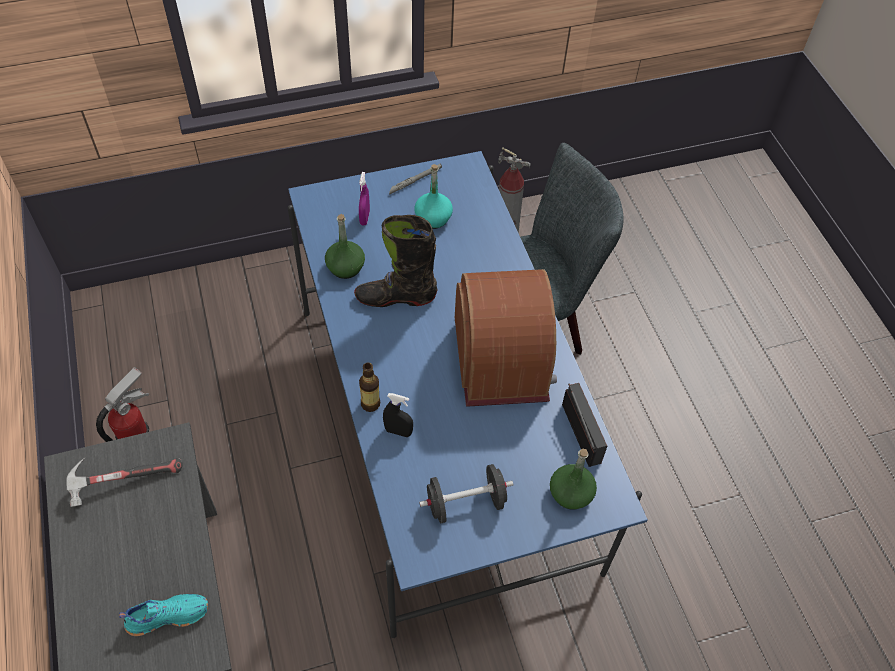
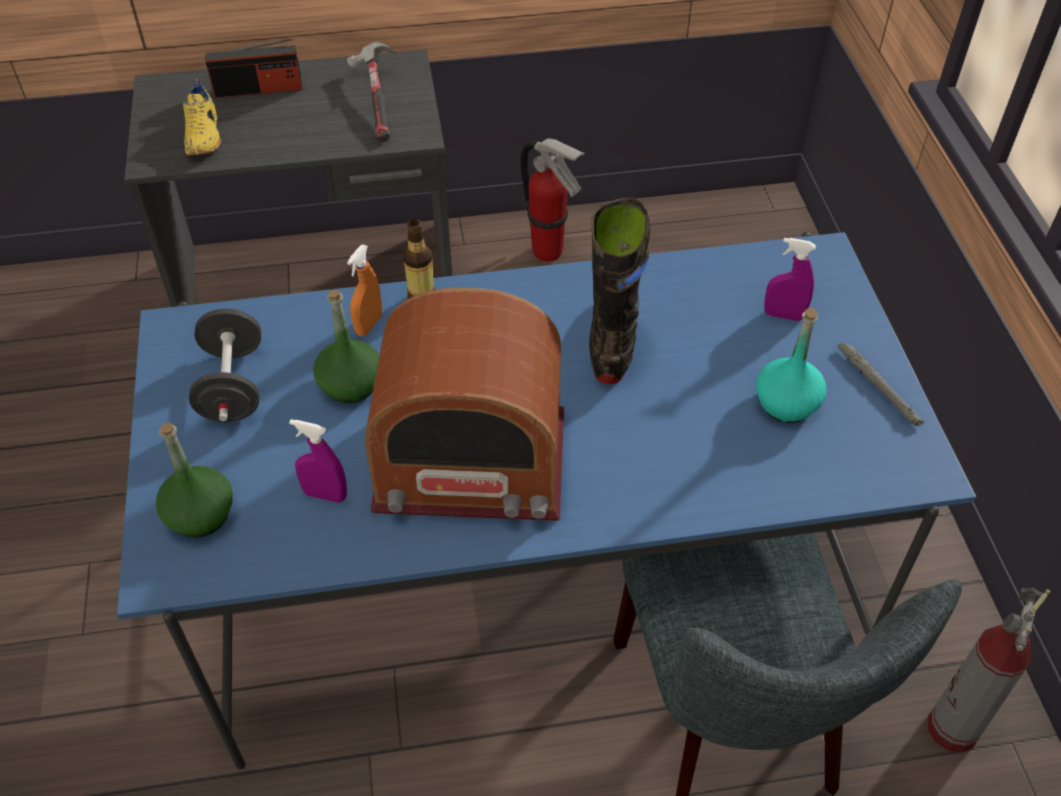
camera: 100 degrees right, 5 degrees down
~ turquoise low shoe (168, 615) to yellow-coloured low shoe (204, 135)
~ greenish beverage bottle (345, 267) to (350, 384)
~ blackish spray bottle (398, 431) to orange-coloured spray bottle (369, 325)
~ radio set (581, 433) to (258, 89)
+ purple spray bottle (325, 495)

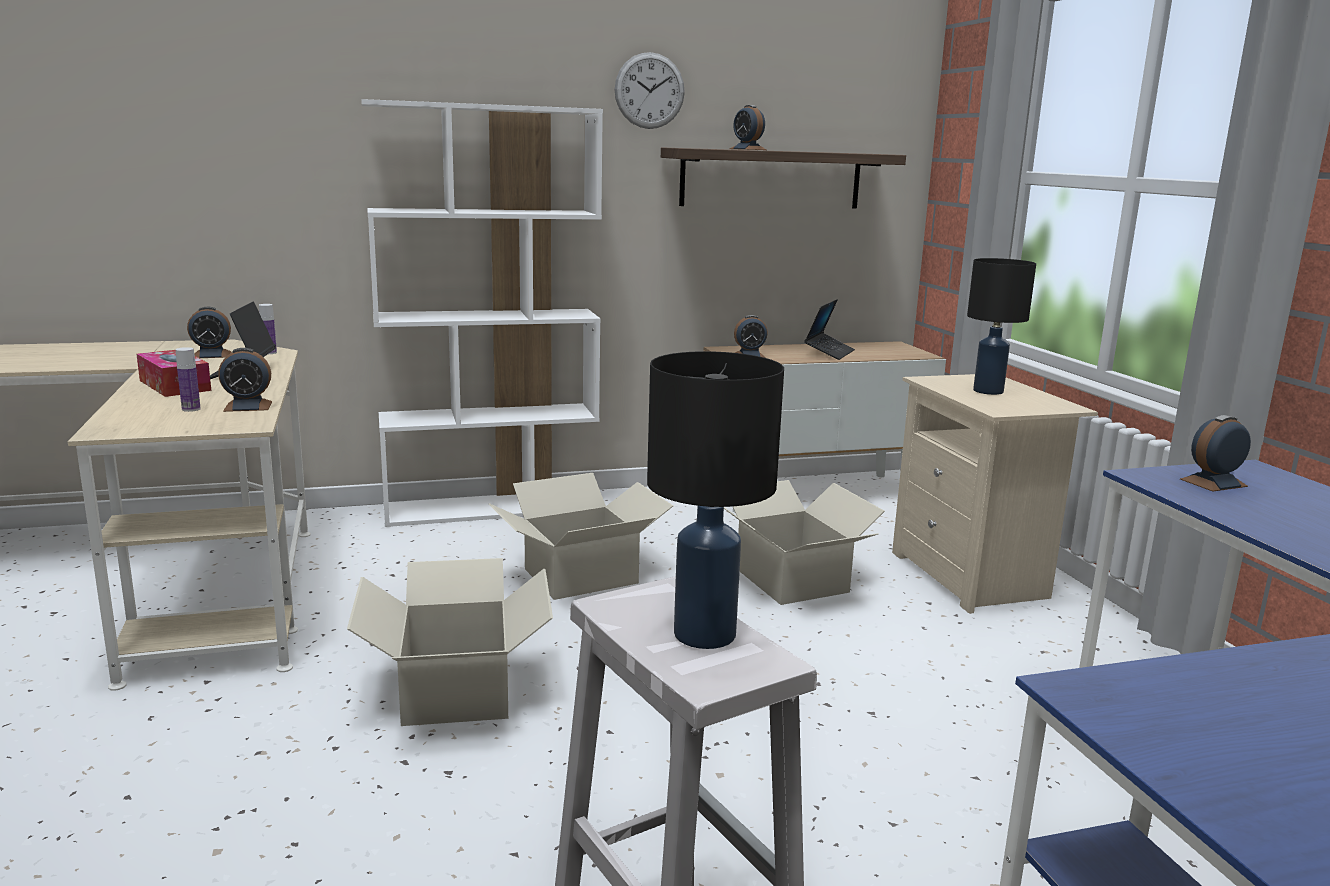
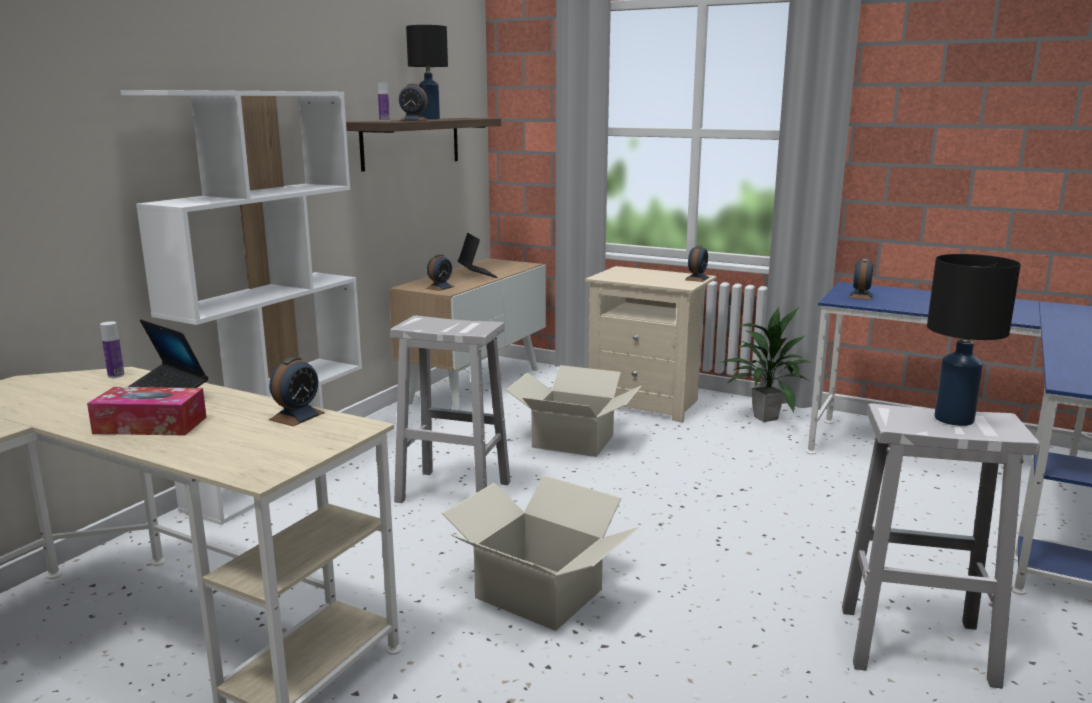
camera: 45 degrees left, 0 degrees up
~ beverage bottle (191, 409) to (384, 121)
~ alarm clock (212, 355) to (697, 278)
~ packing box (580, 575) to white-coloured stool seat (451, 492)
- hanging clock (649, 91)
~ blackish tabletop lamp (987, 391) to (429, 119)
+ houseplant (764, 418)

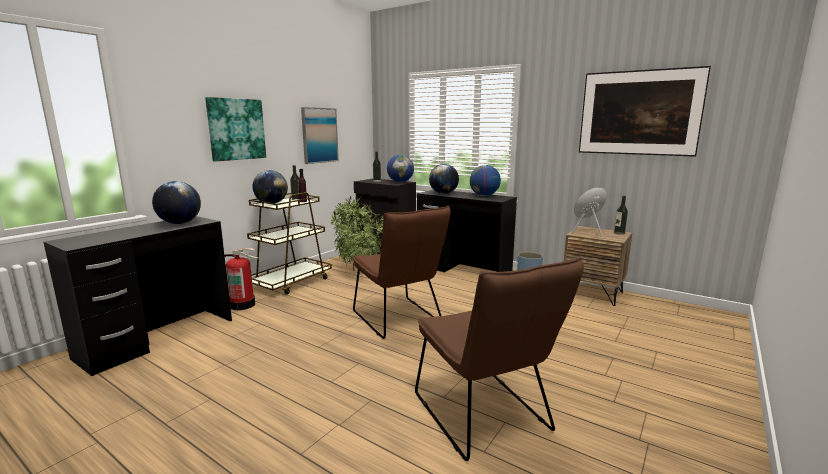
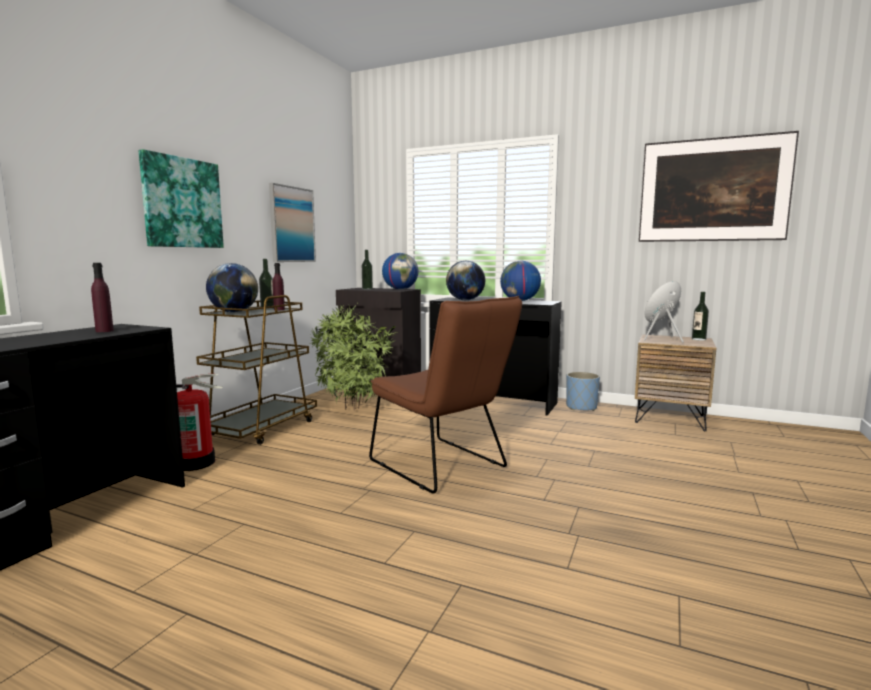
camera: 10 degrees left, 5 degrees down
~ globe (180, 223) to purple beverage bottle (104, 331)
- brown-coloured plain chair (485, 418)

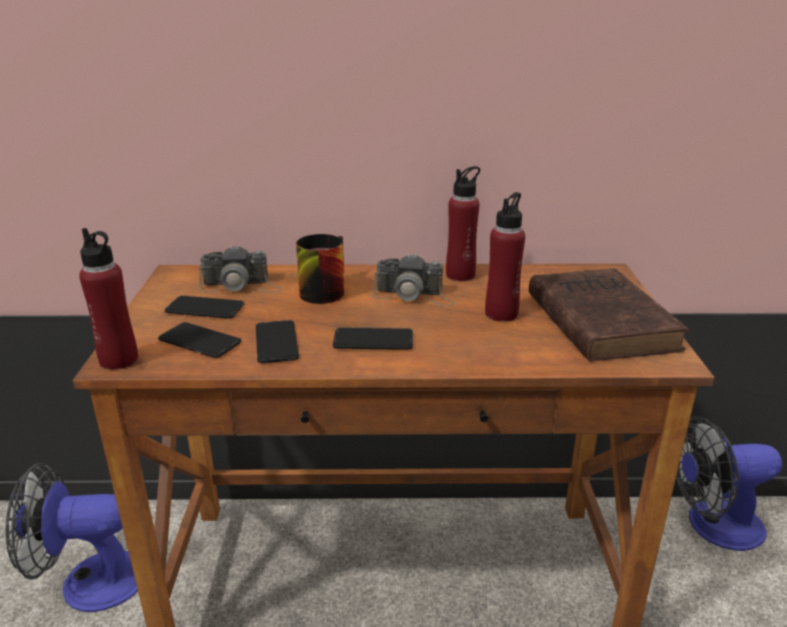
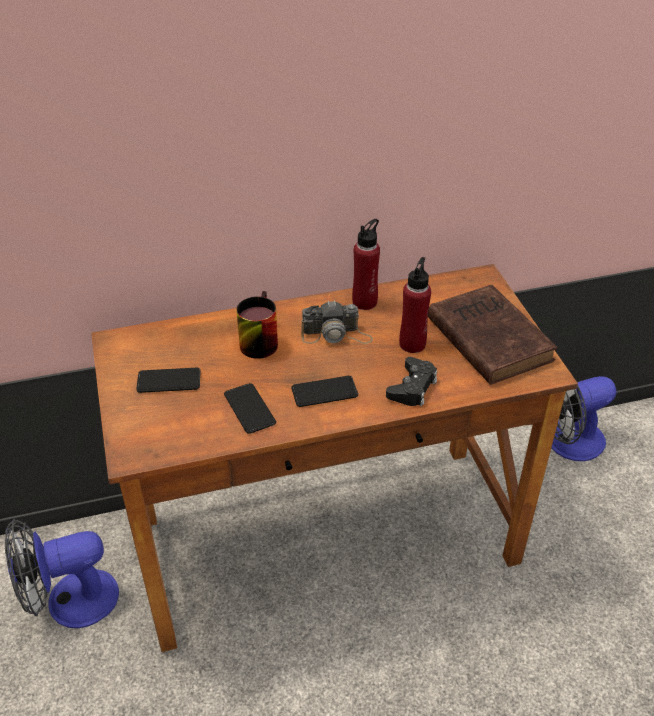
camera: 15 degrees left, 15 degrees up
- reddish beverage bottle (119, 360)
- handset (200, 341)
- still camera (241, 286)
+ blackish game controller (412, 387)

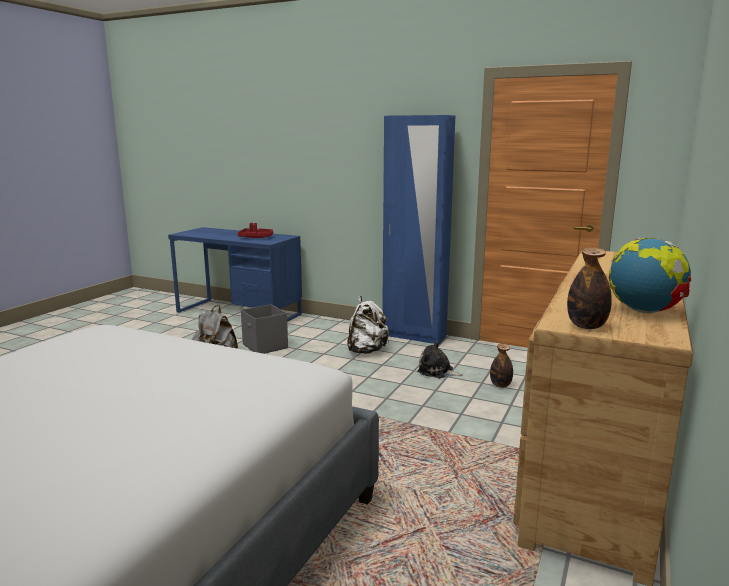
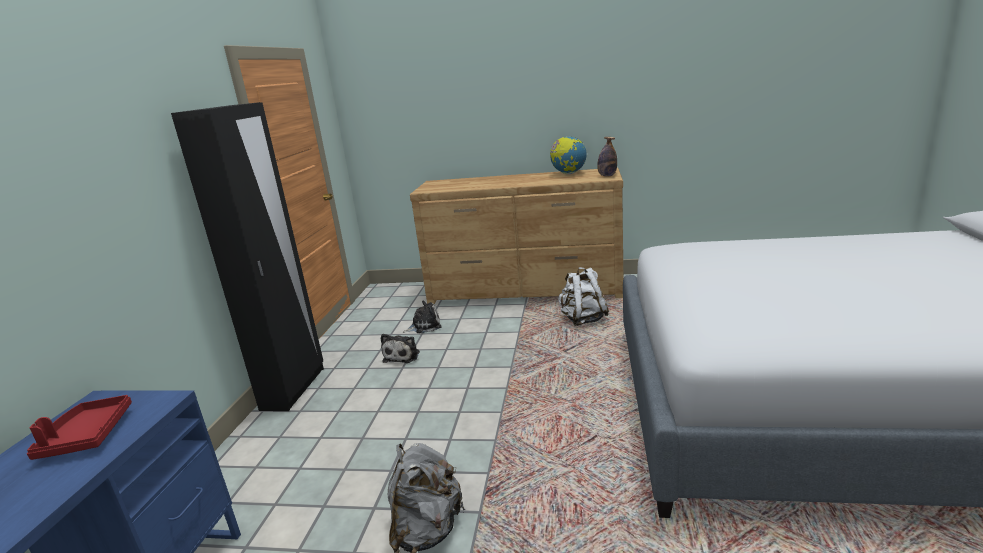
camera: 105 degrees left, 5 degrees up
- grey storage bin (265, 346)
~ white-coloured rucksack (366, 351) to (583, 319)
~ blue wardrobe (414, 336) to blackish wardrobe (294, 388)
~ beverage bottle (500, 385) to cuddly toy (424, 326)

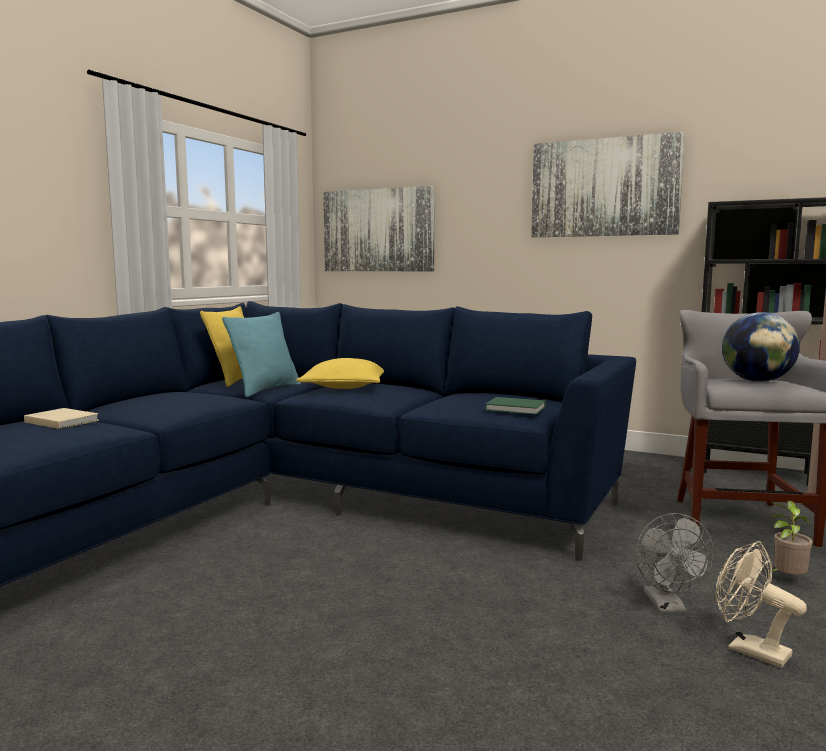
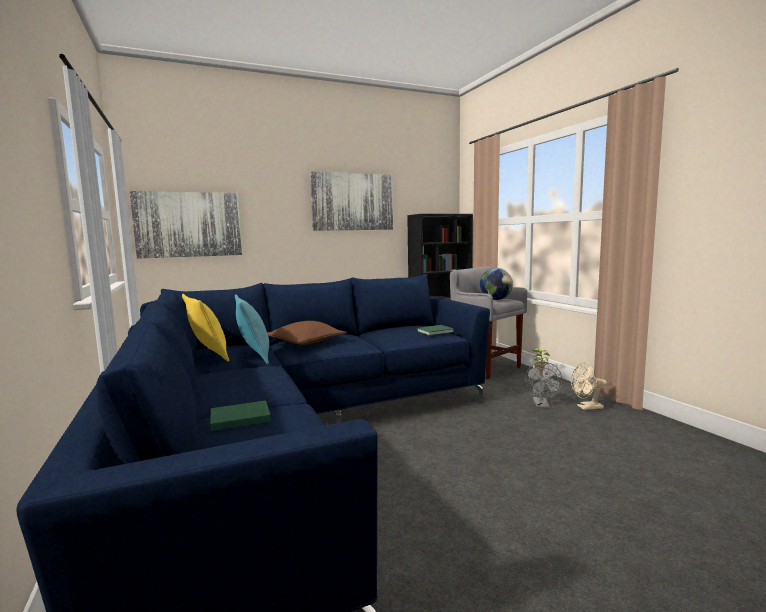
camera: 50 degrees left, 0 degrees up
~ beige volume (61, 421) to greenish volume (238, 418)
~ yellow-coloured throw pillow (345, 387) to brown-coloured throw pillow (305, 342)
~ grey fan (668, 606) = (542, 405) 60 degrees clockwise

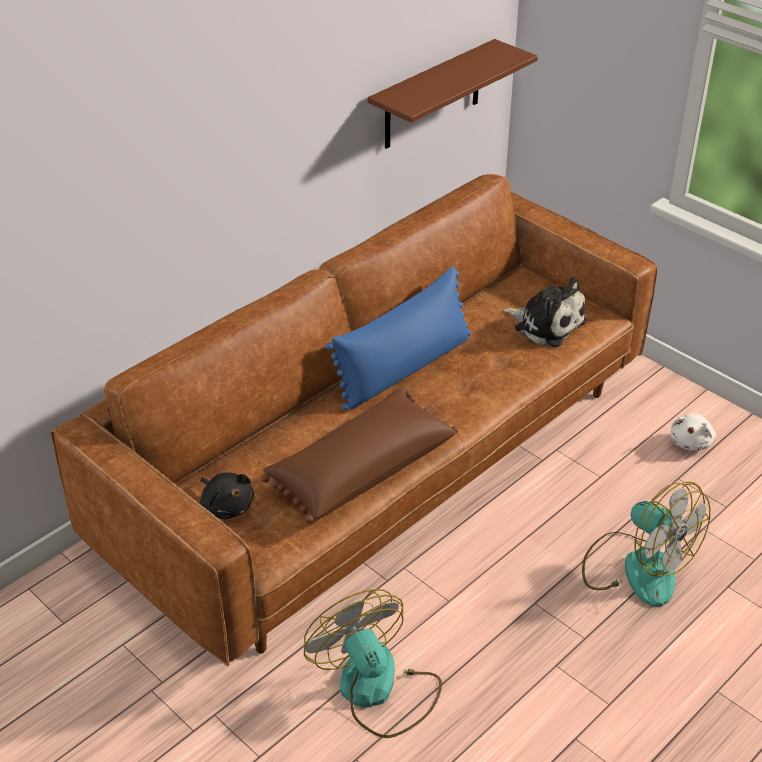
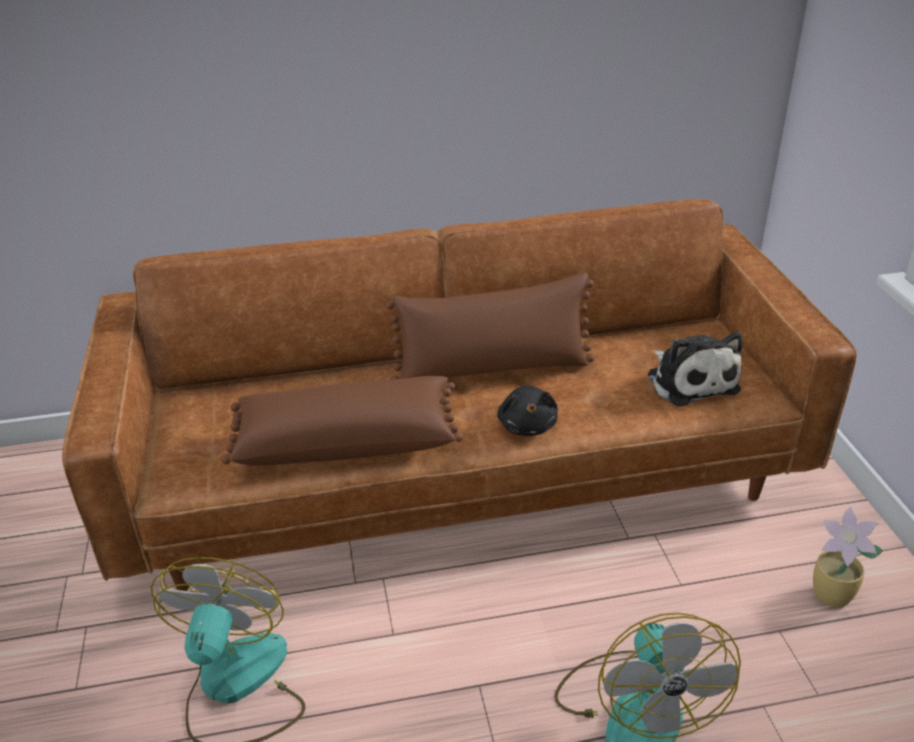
camera: 35 degrees right, 5 degrees down
~ blackish cuddly toy (226, 506) to (527, 425)
~ blue throw pillow (404, 368) to brown-coloured throw pillow (493, 368)
- brown-coloured wall shelf (432, 96)
~ white-coloured cuddly toy (691, 442) to houseplant (832, 597)

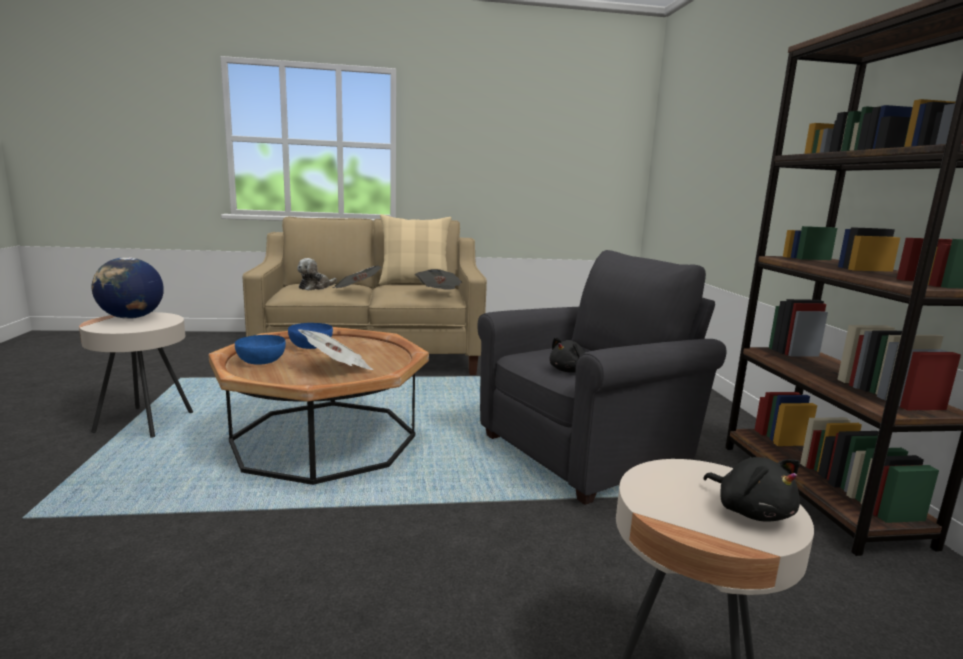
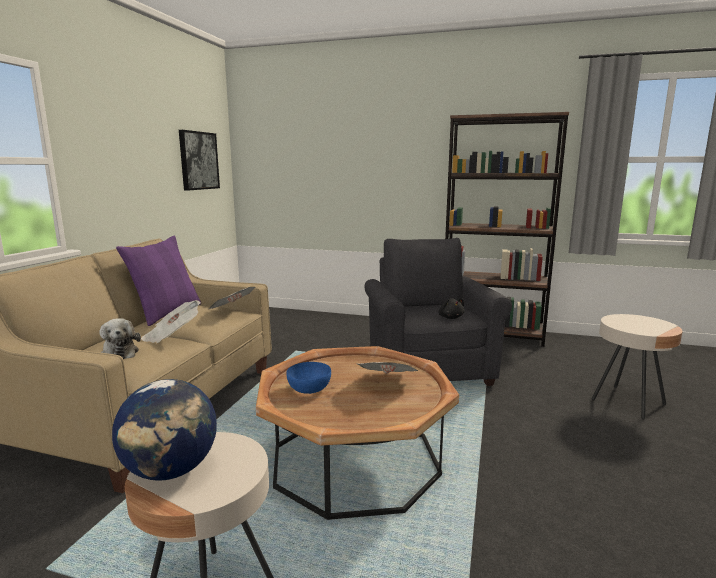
camera: 65 degrees left, 0 degrees up
- blue serving bowl (262, 361)
~ beige throw pillow (415, 283) to purple throw pillow (167, 313)
- blackish cuddly toy (751, 511)
+ wall art (198, 160)

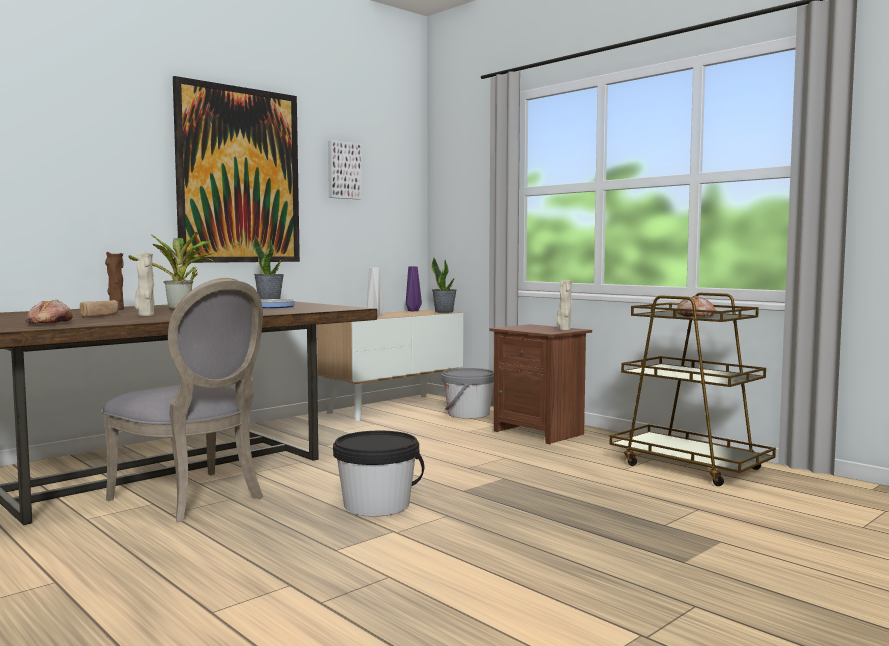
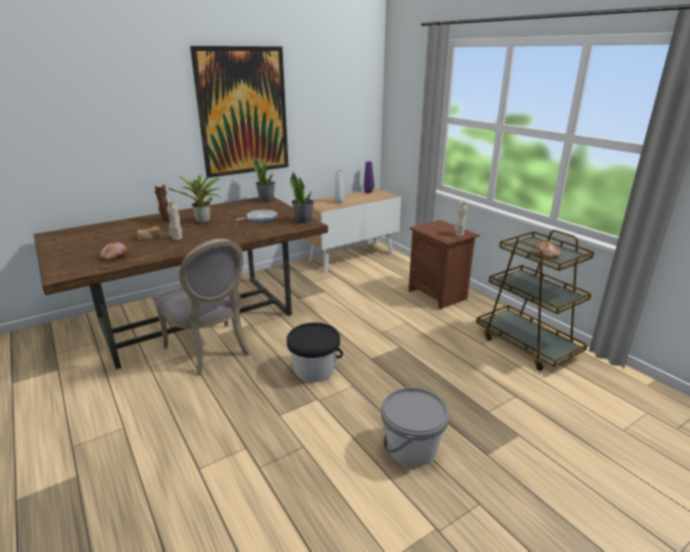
camera: 10 degrees right, 20 degrees up
- wall art (343, 170)
~ houseplant (444, 312) to (303, 220)
~ grey bucket (468, 414) to (411, 447)

